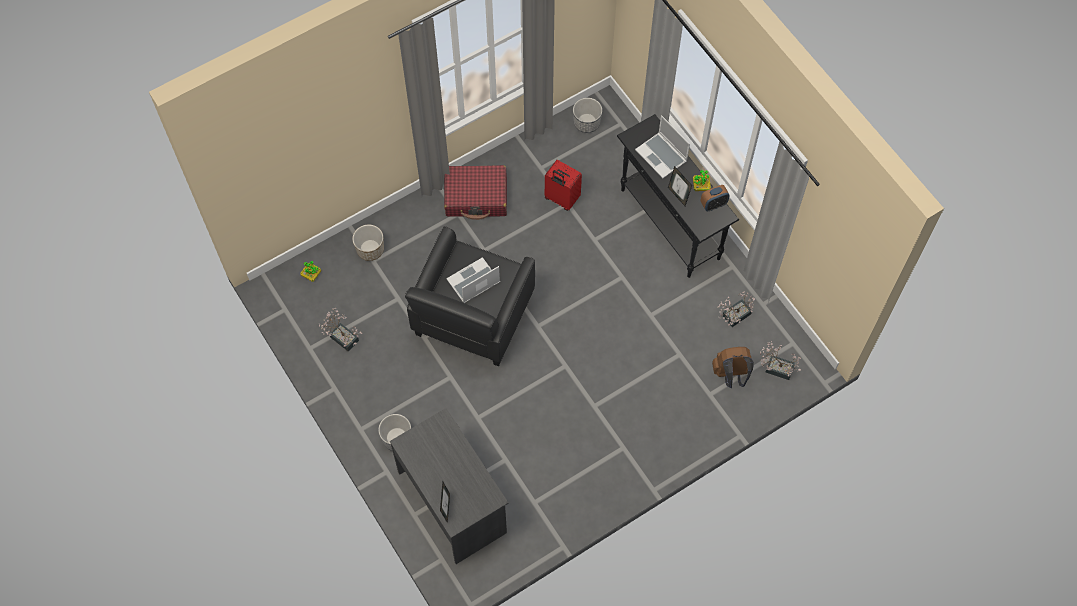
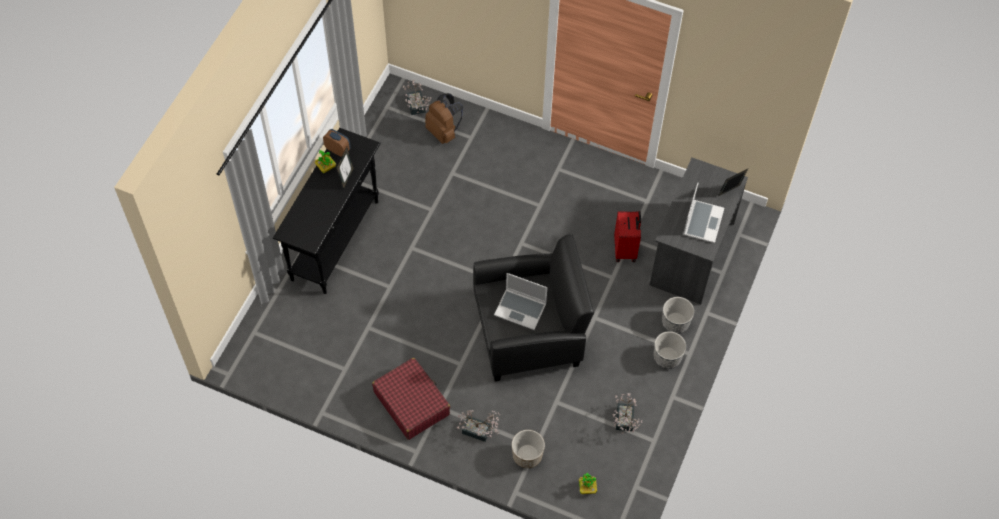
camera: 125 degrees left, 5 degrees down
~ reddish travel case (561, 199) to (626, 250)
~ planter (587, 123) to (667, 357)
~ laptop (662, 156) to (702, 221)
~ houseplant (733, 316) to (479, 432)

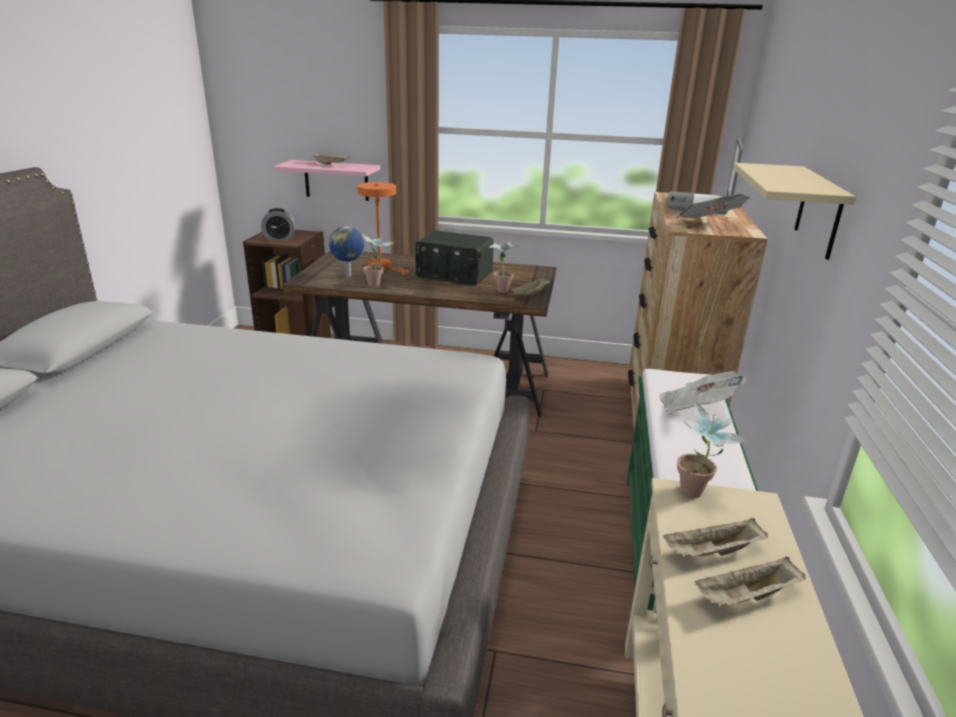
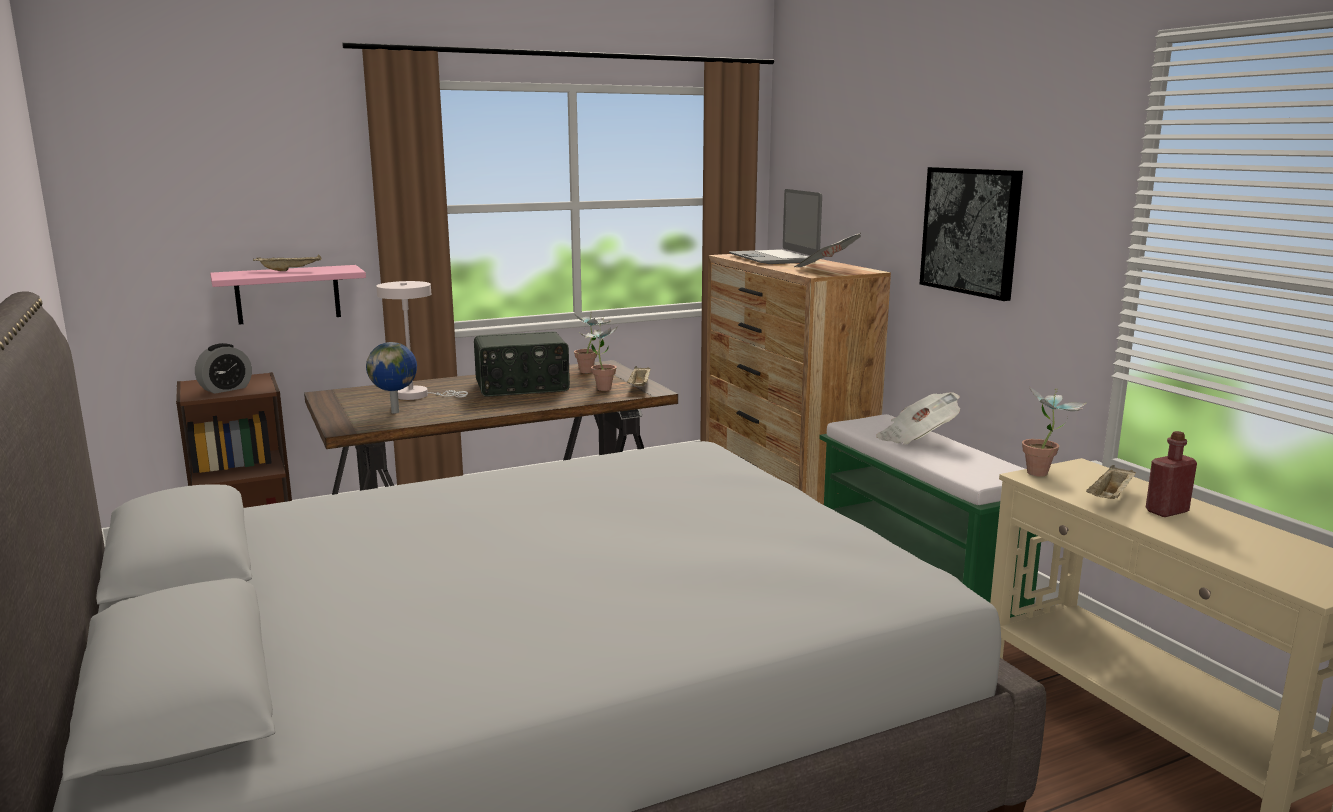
camera: 35 degrees left, 10 degrees down
~ orange-coloured tabletop lamp (383, 266) to white-coloured tabletop lamp (418, 395)
~ houseplant (378, 285) to (591, 371)
~ beige tray (746, 597) to reddish beverage bottle (1166, 511)
~ beige wall shelf (819, 212) to wall art (971, 231)

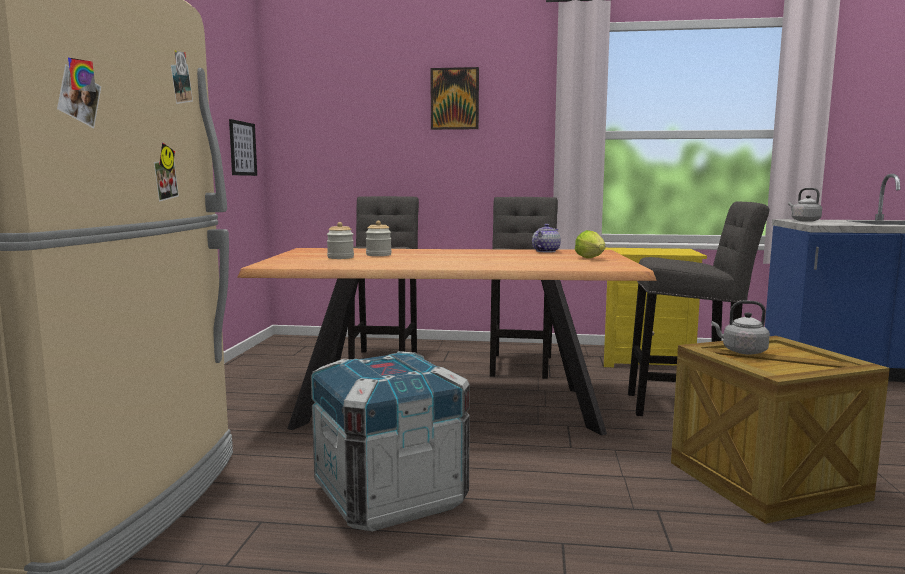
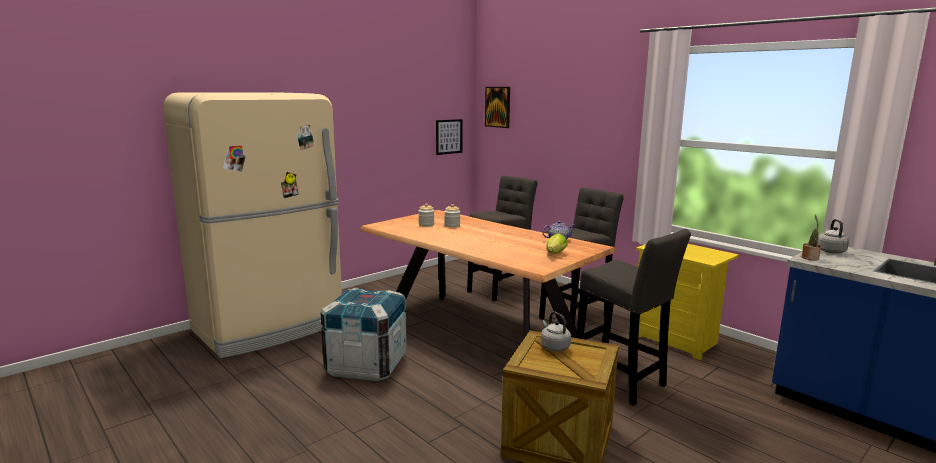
camera: 40 degrees right, 5 degrees up
~ wall art (454, 99) to (498, 107)
+ houseplant (810, 258)

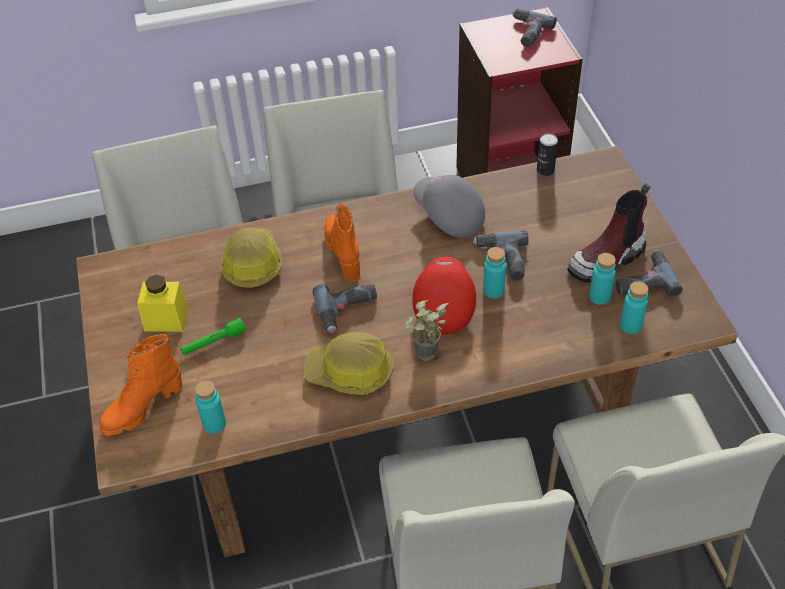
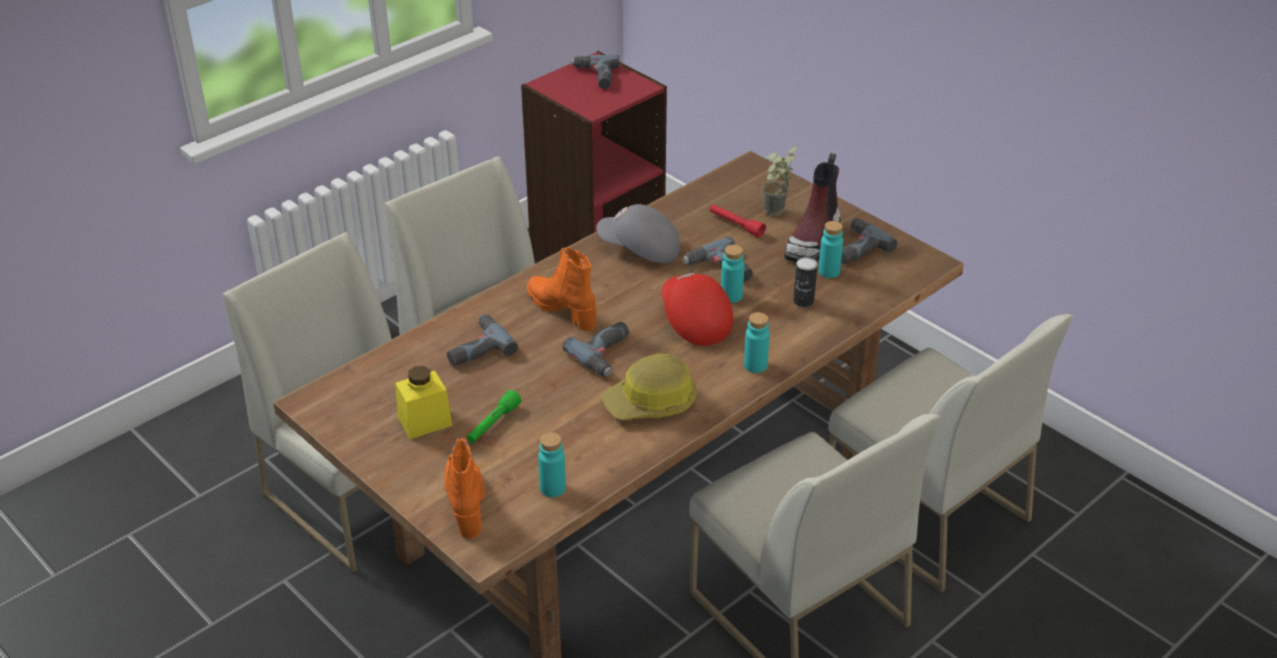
camera: 30 degrees left, 10 degrees down
~ orange-coloured boot (142, 408) = (466, 501) 150 degrees clockwise
~ hard hat (251, 264) to power drill (475, 347)
~ houseplant (424, 358) to (775, 215)
~ can (545, 170) to (803, 301)
~ turquoise beverage bottle (630, 325) to (755, 365)
+ reddish flashlight (736, 225)

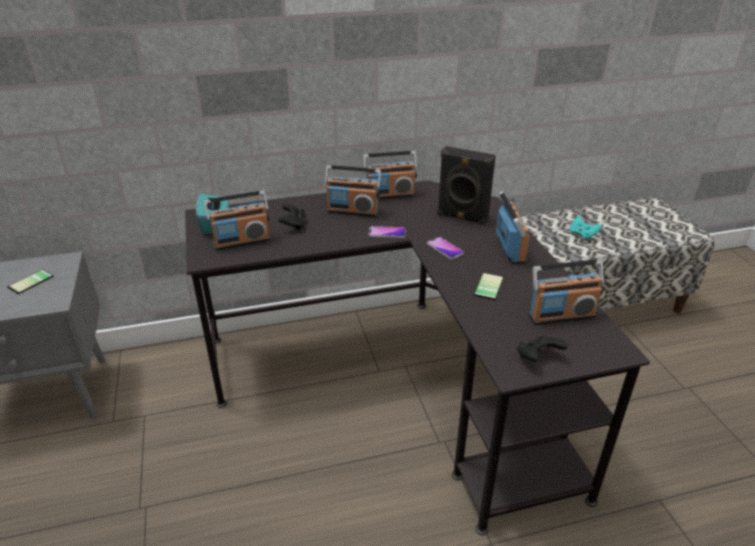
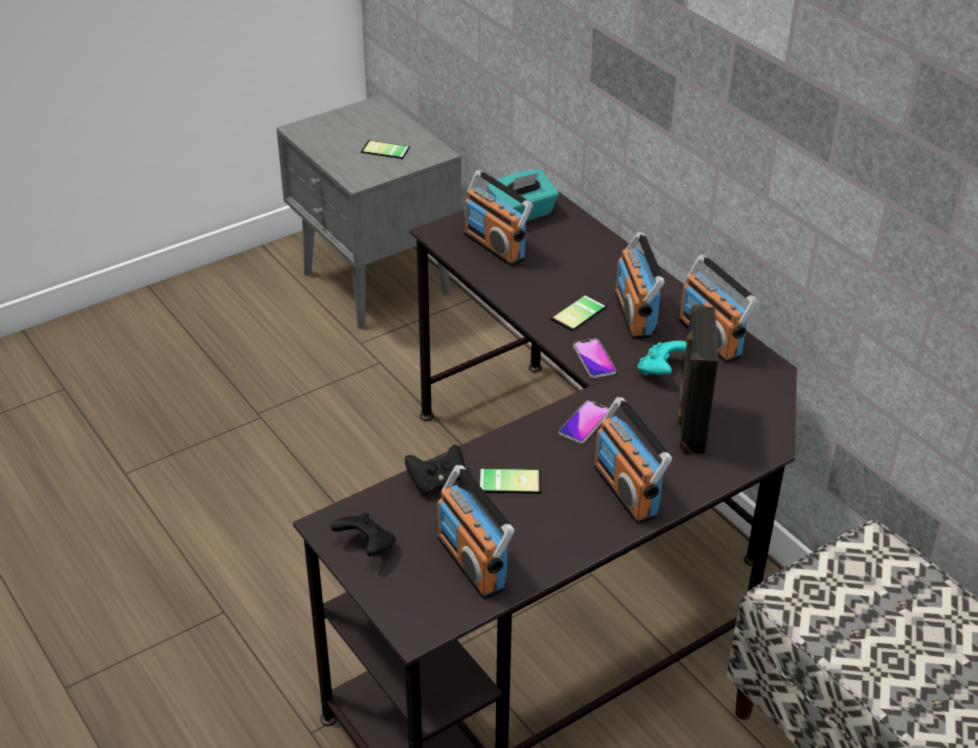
camera: 70 degrees right, 5 degrees up
~ blackish game controller (293, 225) to (437, 482)
~ radio set (510, 248) = (626, 490) 90 degrees clockwise
~ turquoise game controller (582, 235) to (660, 370)
+ handset (581, 314)

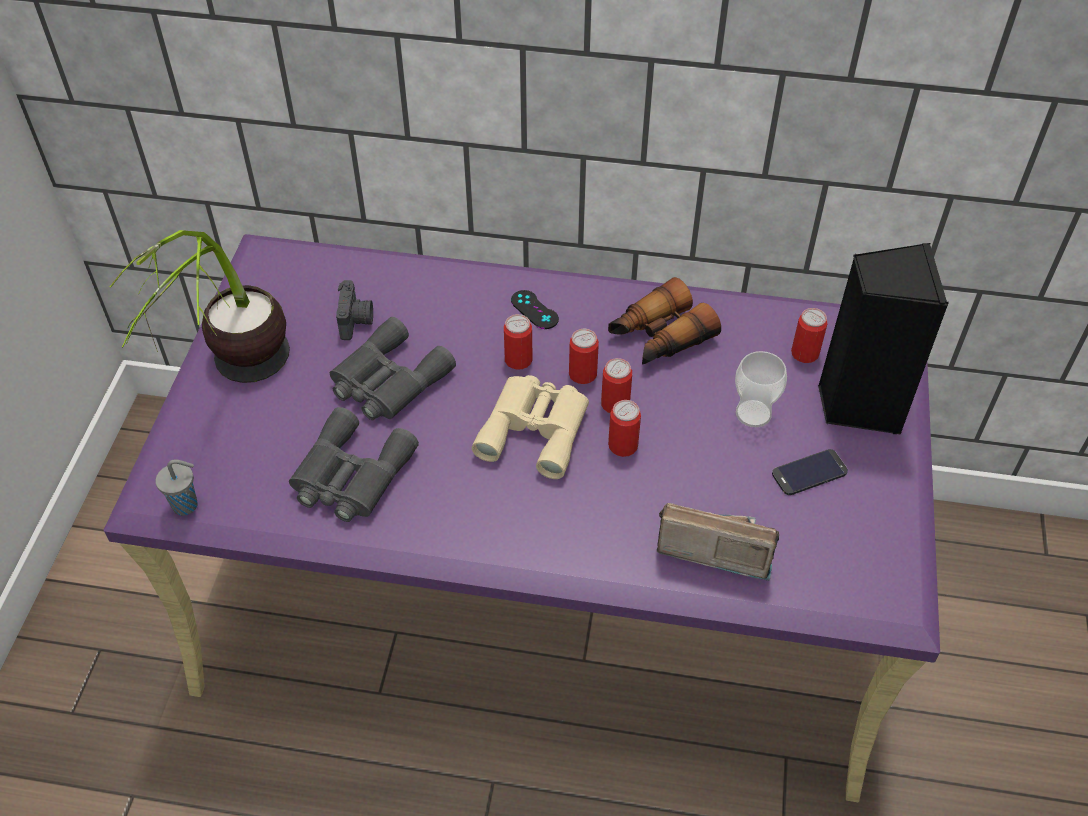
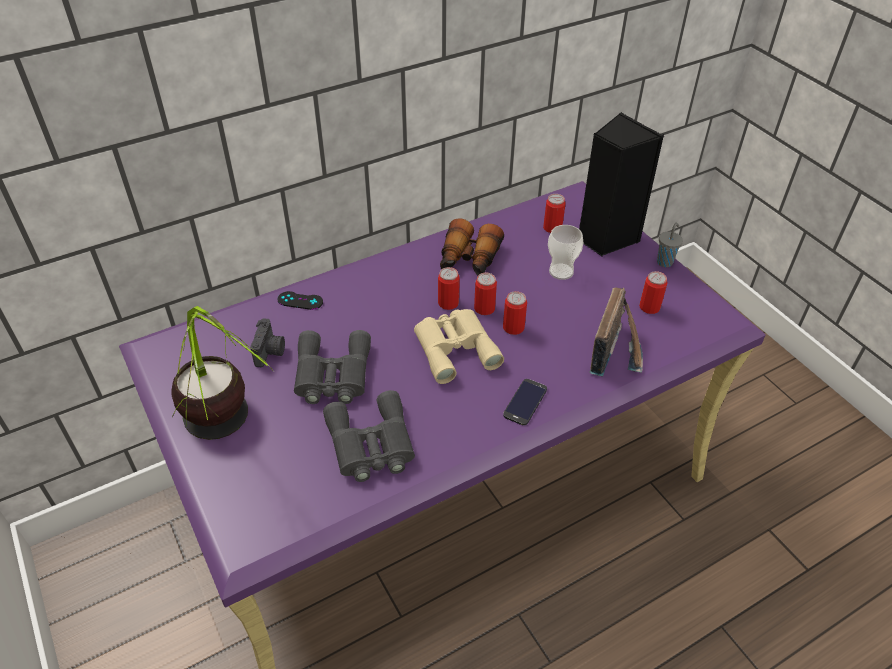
camera: 40 degrees left, 5 degrees down
~ grey cup (187, 505) to (665, 261)
~ still camera (356, 321) = (270, 352) 45 degrees clockwise
~ can (518, 360) to (649, 307)
~ blackish game controller (534, 310) to (300, 301)
~ radio set (712, 546) = (617, 350) 135 degrees clockwise
~ handset (809, 472) to (525, 402)

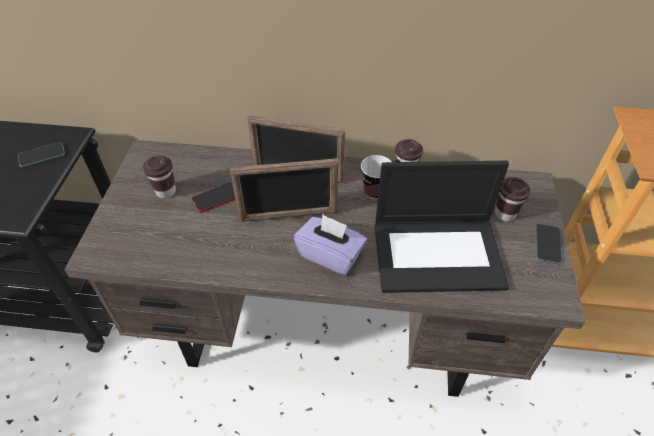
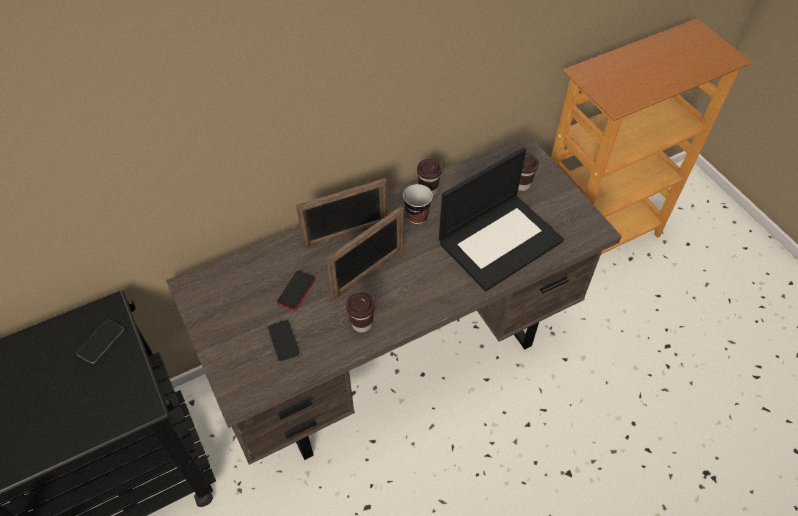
camera: 35 degrees left, 5 degrees up
~ brown-coloured cup (166, 191) to (362, 324)
- purple box of tissues (330, 255)
~ handset (547, 244) to (283, 341)

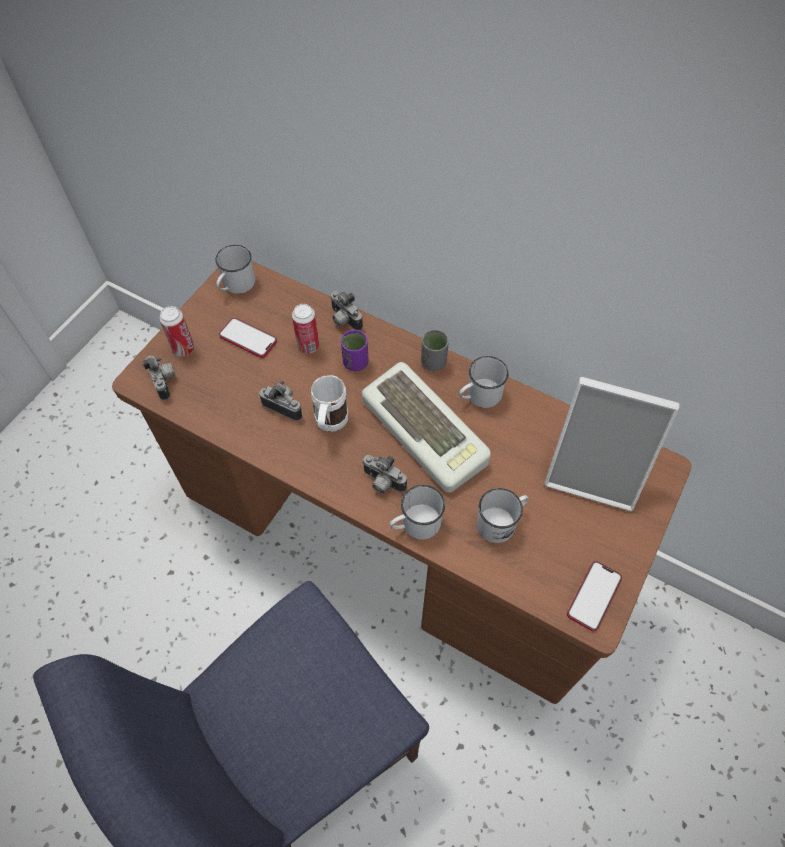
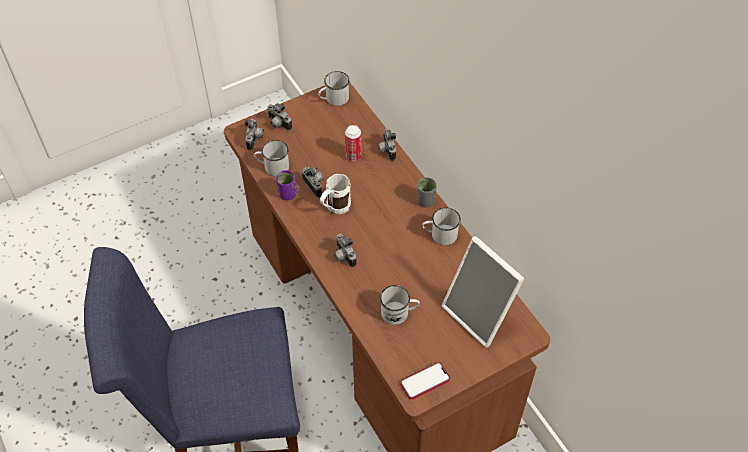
camera: 30 degrees right, 5 degrees down
~ can (183, 349) to still camera (278, 124)
- handset (248, 339)
~ purple cup (355, 362) to (287, 194)
- keyboard (427, 431)
~ white-coloured coffee mug (415, 524) to (272, 167)

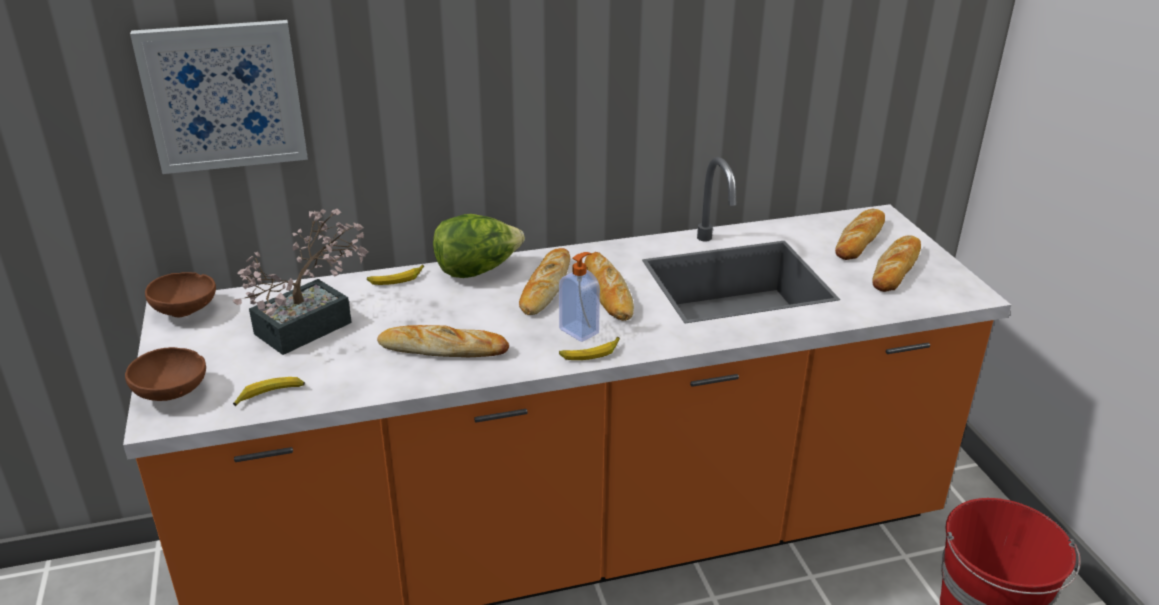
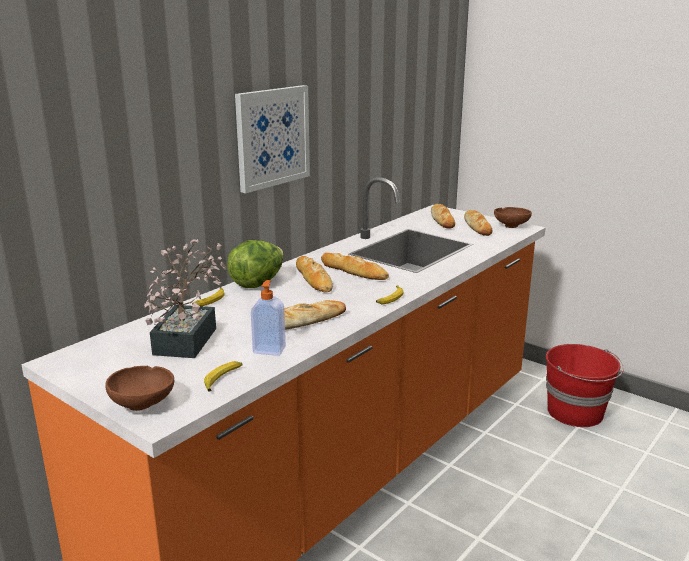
camera: 35 degrees left, 10 degrees down
~ wall art (223, 96) to (272, 137)
~ brown-coloured serving bowl (187, 311) to (511, 225)
~ soap bottle (580, 331) to (269, 349)

